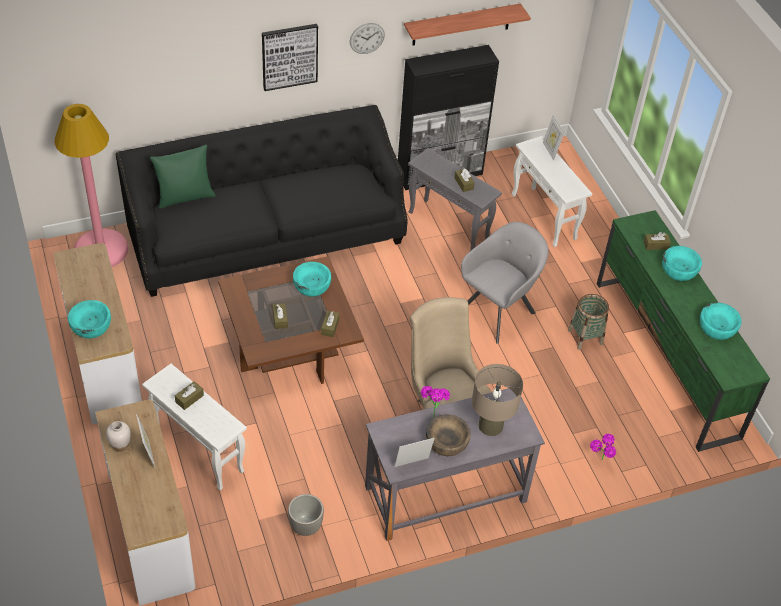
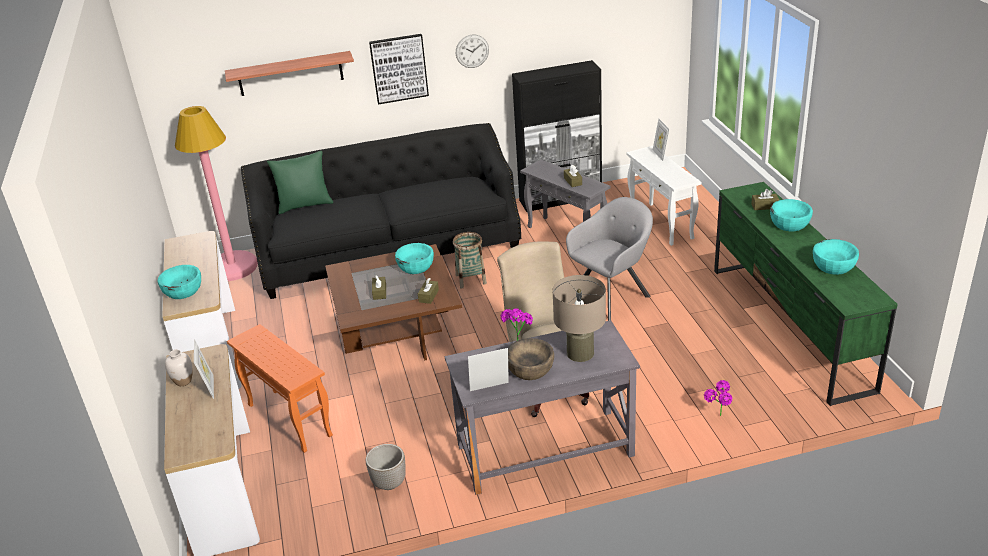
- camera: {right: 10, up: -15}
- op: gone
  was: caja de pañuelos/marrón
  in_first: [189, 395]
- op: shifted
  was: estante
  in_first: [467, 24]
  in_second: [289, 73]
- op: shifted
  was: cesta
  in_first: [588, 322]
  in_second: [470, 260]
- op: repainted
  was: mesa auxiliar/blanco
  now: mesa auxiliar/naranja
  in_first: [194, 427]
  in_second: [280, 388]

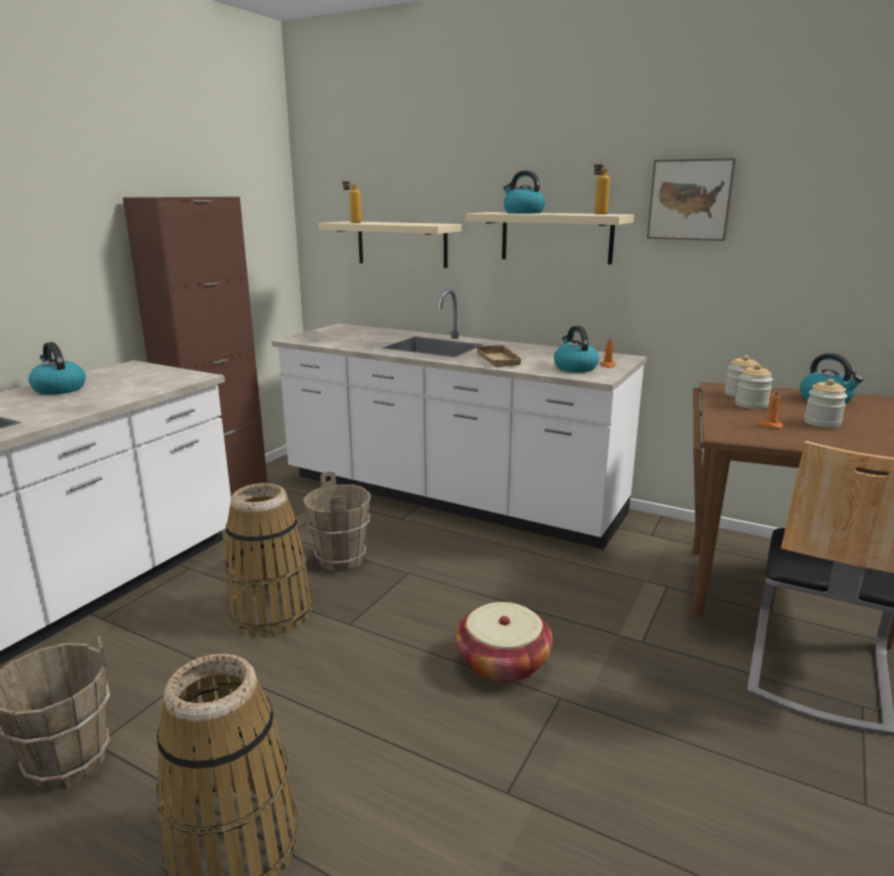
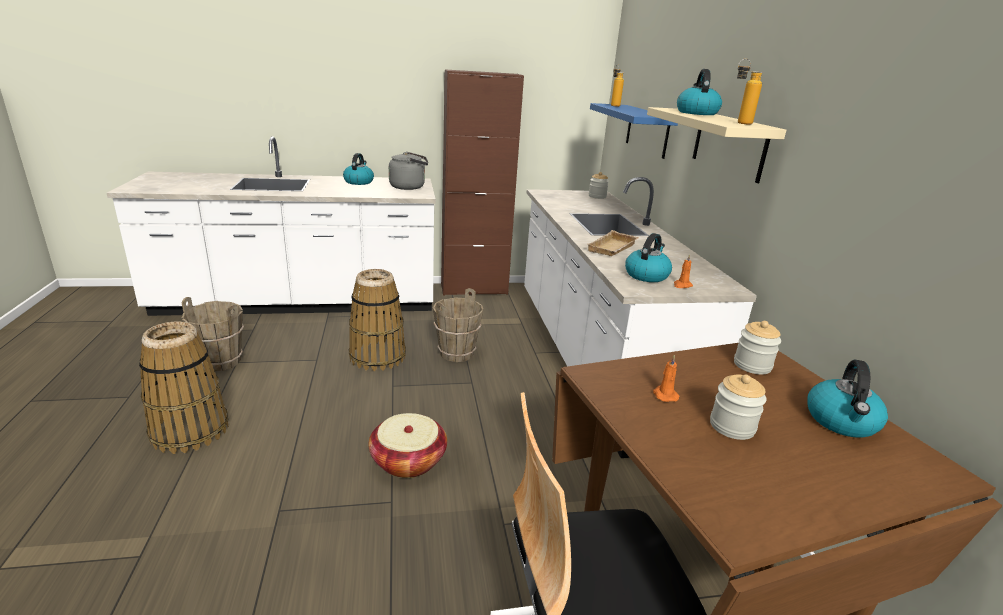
- camera: {right: 50, up: 5}
- op: gone
  was: cuadro
  in_first: [691, 199]
- op: new
  now: hervidor/gris
  in_second: [408, 171]
- op: shifted
  was: tarro
  in_first: [754, 386]
  in_second: [599, 185]
- op: repainted
  was: estante/beis
  now: estante/azul
  in_first: [390, 244]
  in_second: [634, 131]

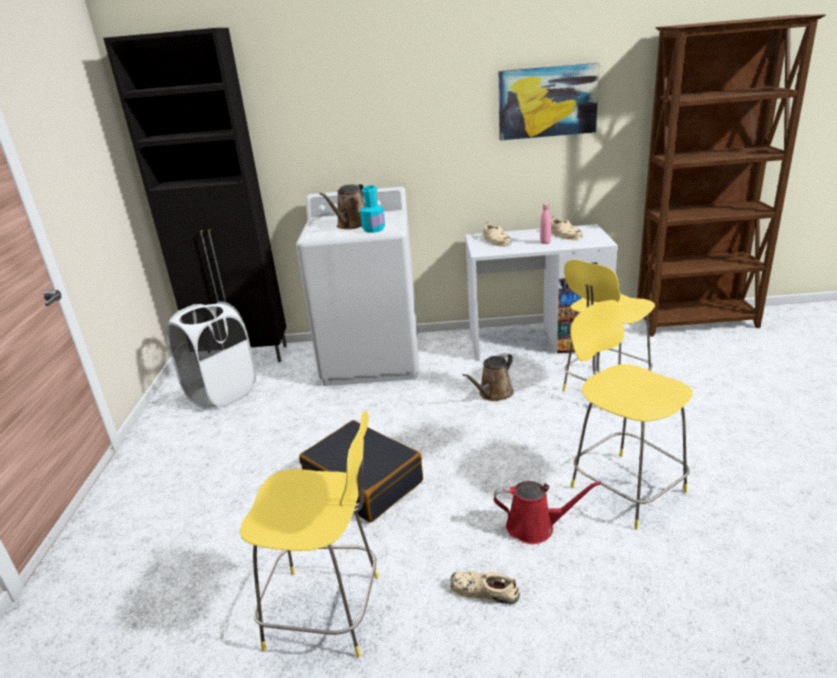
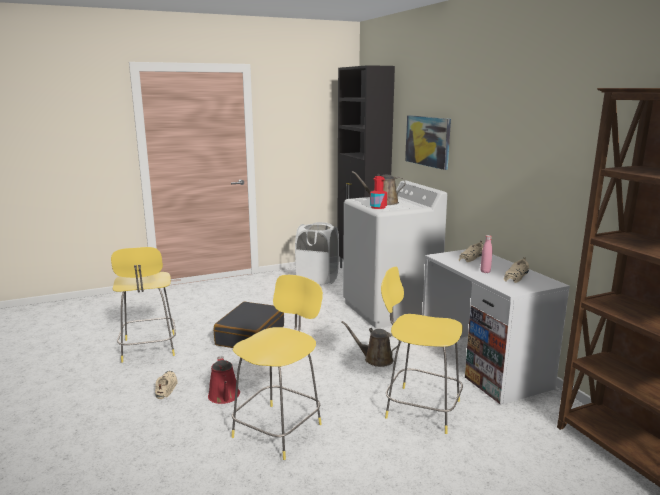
- camera: {right: 65, up: -10}
- op: shifted
  was: cuadro
  in_first: [548, 102]
  in_second: [428, 142]
- op: repainted
  was: botella/turquesa
  now: botella/rojo
  in_first: [372, 209]
  in_second: [378, 192]

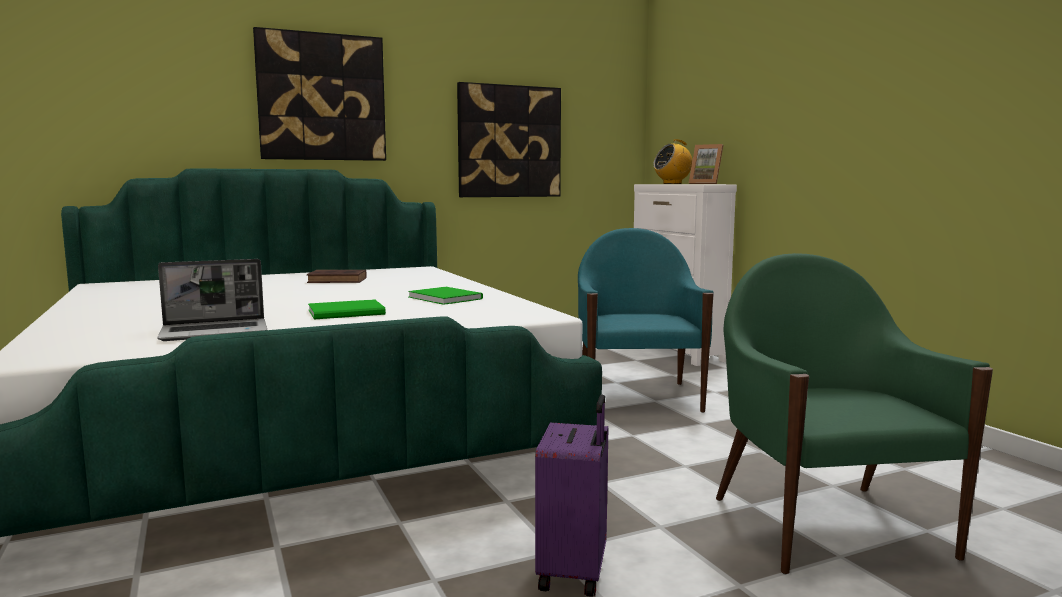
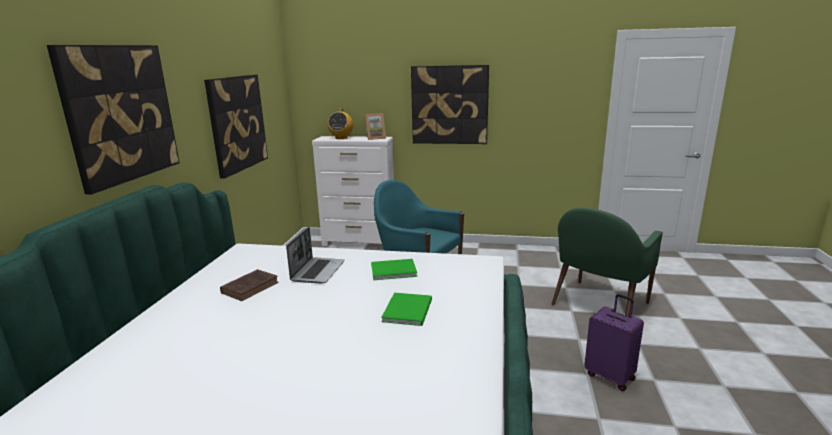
- camera: {right: -55, up: 10}
- op: new
  now: cuadro
  in_second: [450, 104]
- op: shifted
  was: portátil
  in_first: [212, 300]
  in_second: [315, 255]
- op: rotated
  was: sillón/verde
  in_first: [854, 413]
  in_second: [607, 262]
  clockwise: -75

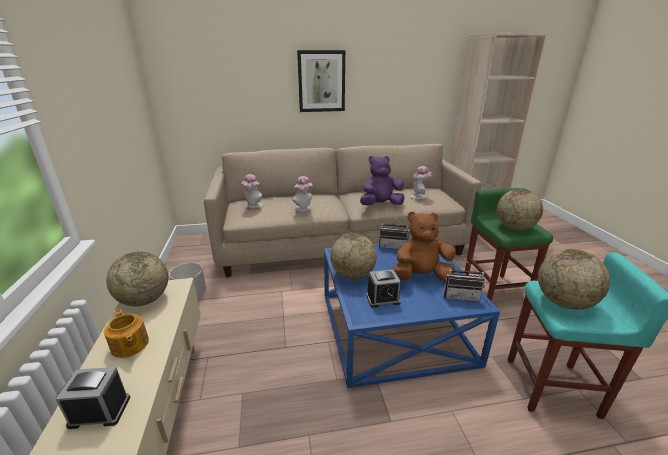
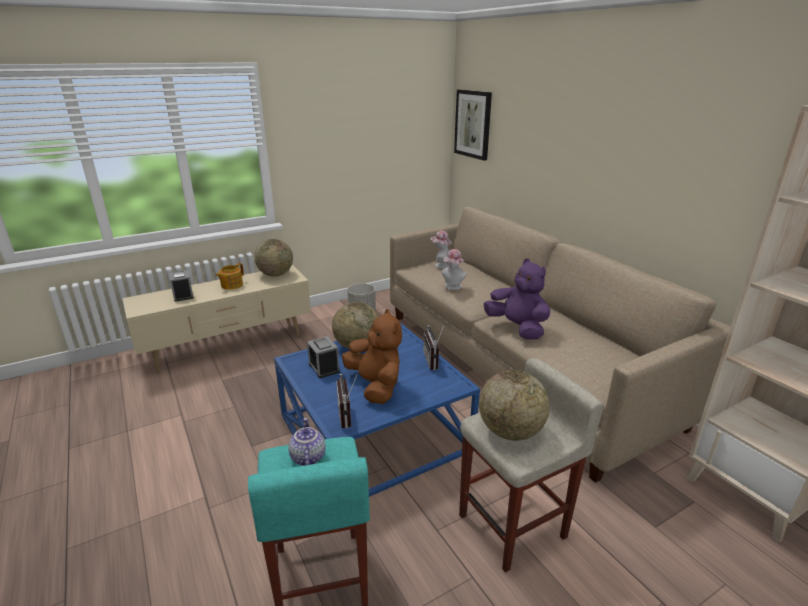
- camera: {right: 70, up: 0}
- op: gone
  was: sombrero
  in_first: [422, 182]
- op: shifted
  was: cuadro
  in_first: [321, 81]
  in_second: [473, 125]
- op: swapped
  was: globo terráqueo
  now: tetera
  in_first: [574, 279]
  in_second: [307, 442]
- op: repainted
  was: taburete/verde
  now: taburete/beis
  in_first: [509, 244]
  in_second: [531, 465]

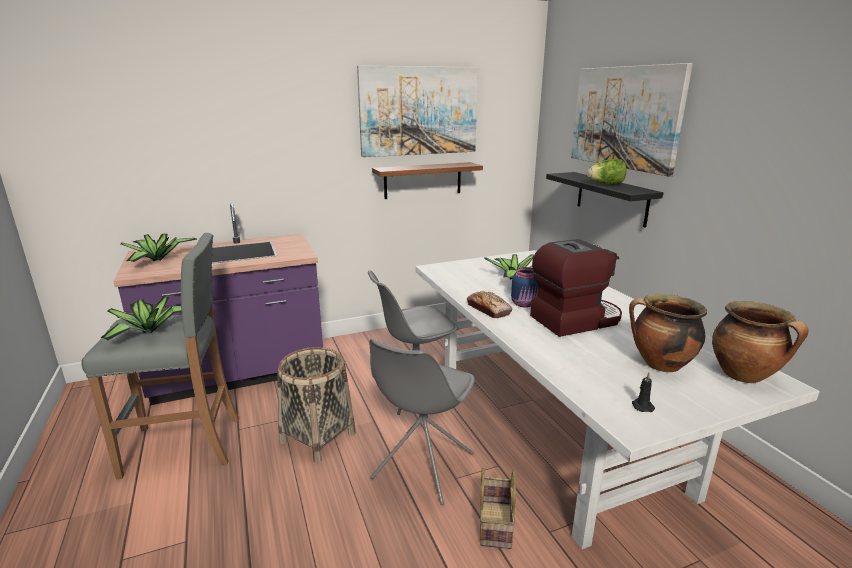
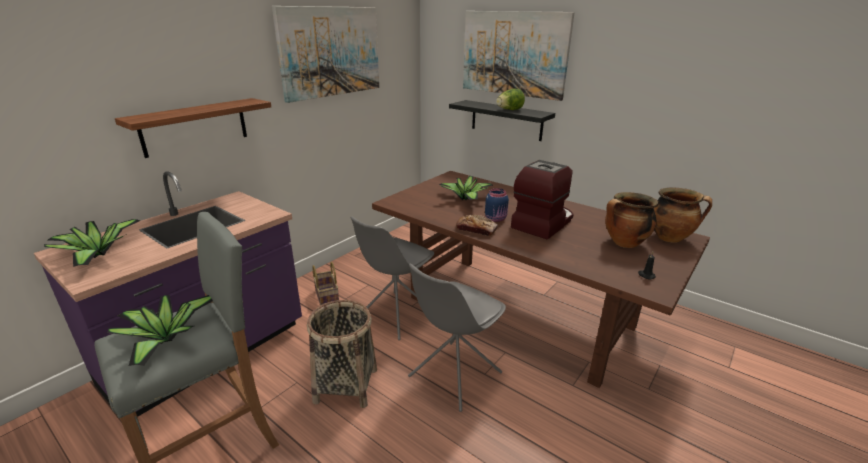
- camera: {right: -30, up: 5}
- op: shifted
  was: estante
  in_first: [427, 180]
  in_second: [193, 128]
- op: shifted
  was: cesta
  in_first: [498, 508]
  in_second: [325, 284]
- op: repainted
  was: mesa de comedor/blanco
  now: mesa de comedor/marrón
  in_first: [617, 399]
  in_second: [541, 279]
- op: rotated
  was: silla/gris
  in_first: [422, 422]
  in_second: [457, 338]
  clockwise: 45

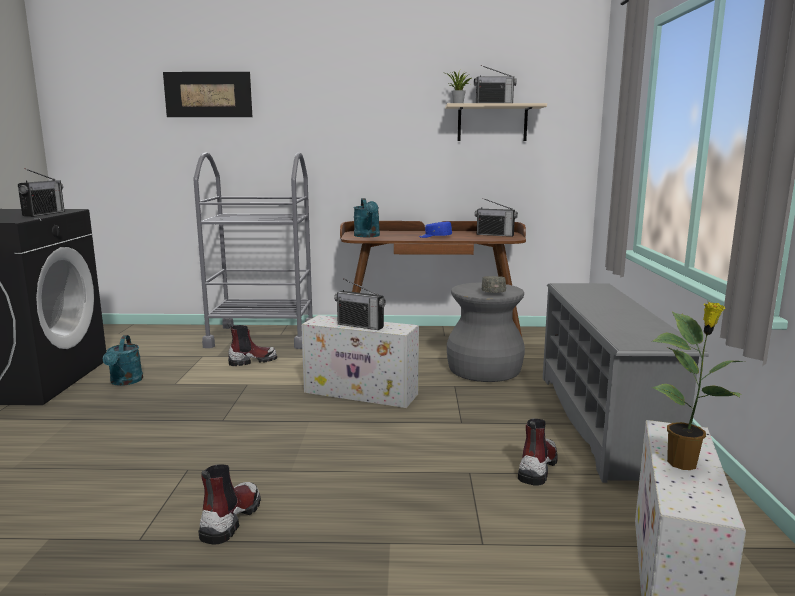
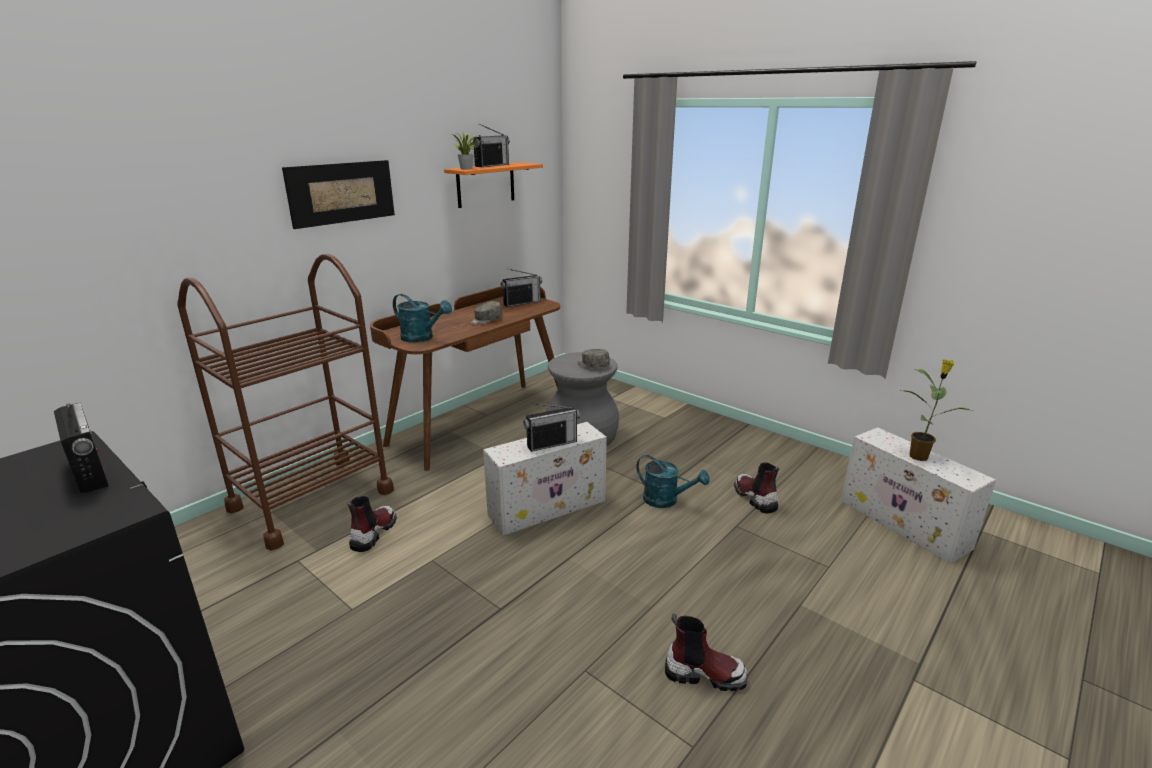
- camera: {right: -50, up: 10}
- op: gone
  was: zapatero/gris
  in_first: [626, 383]
- op: shifted
  was: regadera/turquesa
  in_first: [123, 360]
  in_second: [673, 481]
- op: shifted
  was: cuadro
  in_first: [207, 94]
  in_second: [338, 194]
- op: repainted
  was: carrito/gris
  now: carrito/marrón
  in_first: [253, 250]
  in_second: [285, 402]
- op: repainted
  was: gorra/azul
  now: gorra/gris
  in_first: [435, 230]
  in_second: [486, 313]
- op: repainted
  was: estante/beis
  now: estante/naranja
  in_first: [496, 122]
  in_second: [493, 185]
- op: rotated
  was: bota
  in_first: [229, 504]
  in_second: [706, 652]
  clockwise: 135

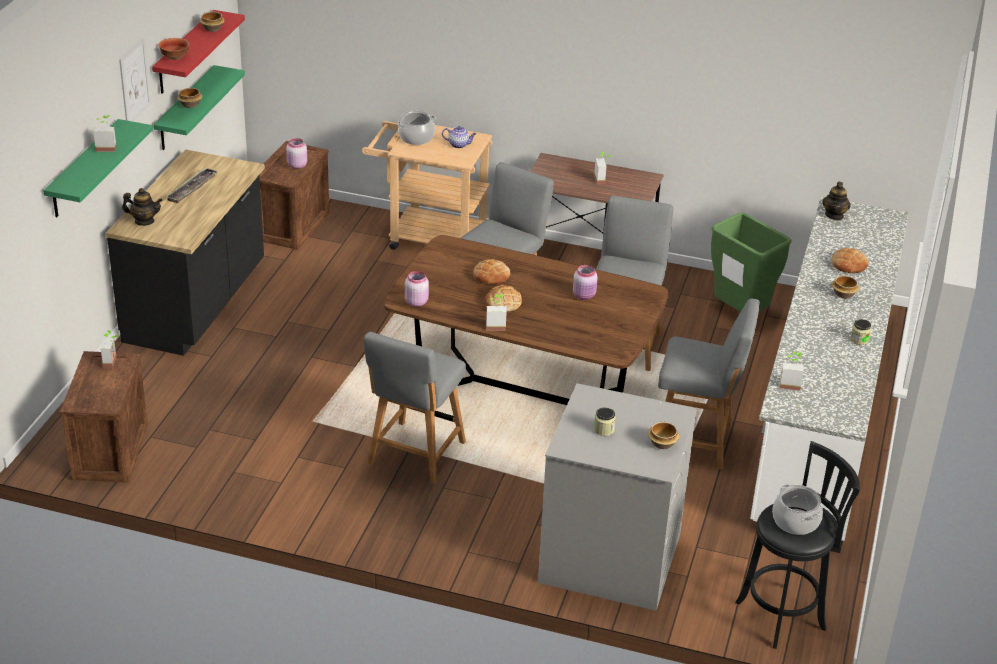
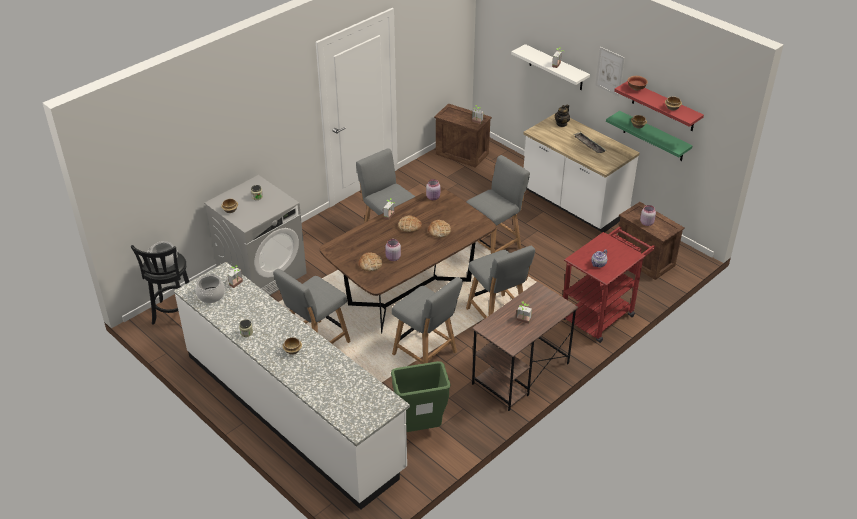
- camera: {right: 120, up: 5}
- op: gone
  was: tetera
  in_first: [836, 201]
- op: new
  now: silla/gris
  in_second: [498, 204]
- op: shifted
  was: olla
  in_first: [416, 128]
  in_second: [210, 288]
- op: shifted
  was: pan
  in_first: [850, 260]
  in_second: [370, 261]
- op: repainted
  was: estante/verde
  now: estante/blanco
  in_first: [98, 168]
  in_second: [550, 67]
- op: repainted
  was: mueble bajo de cocina/negro
  now: mueble bajo de cocina/blanco
  in_first: [185, 252]
  in_second: [581, 173]
- op: repainted
  was: carrito/beis
  now: carrito/rojo
  in_first: [427, 185]
  in_second: [609, 284]

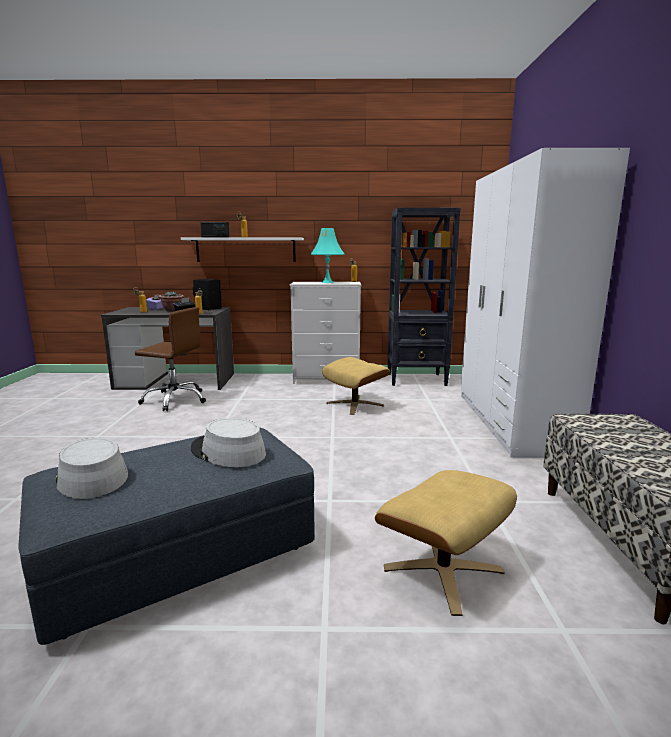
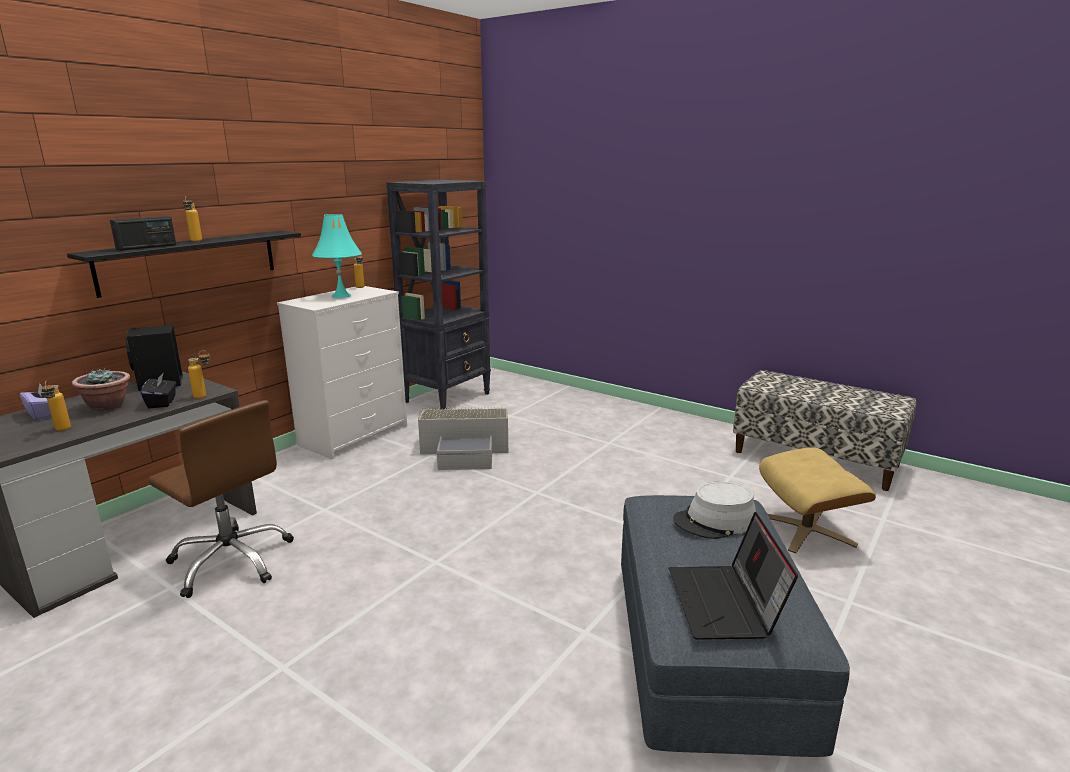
- camera: {right: -55, up: 5}
- op: gone
  was: armario ropero/blanco
  in_first: [545, 303]
- op: swapped
  was: sombrero/gris
  now: portátil
  in_first: [92, 468]
  in_second: [733, 576]
- op: swapped
  was: puf/beis
  now: caja de almacenaje/gris
  in_first: [356, 386]
  in_second: [463, 438]
- op: repainted
  was: estante/blanco
  now: estante/negro
  in_first: [242, 250]
  in_second: [184, 264]
- op: rotated
  was: silla de oficina/marrón
  in_first: [170, 359]
  in_second: [221, 499]
  clockwise: 75

